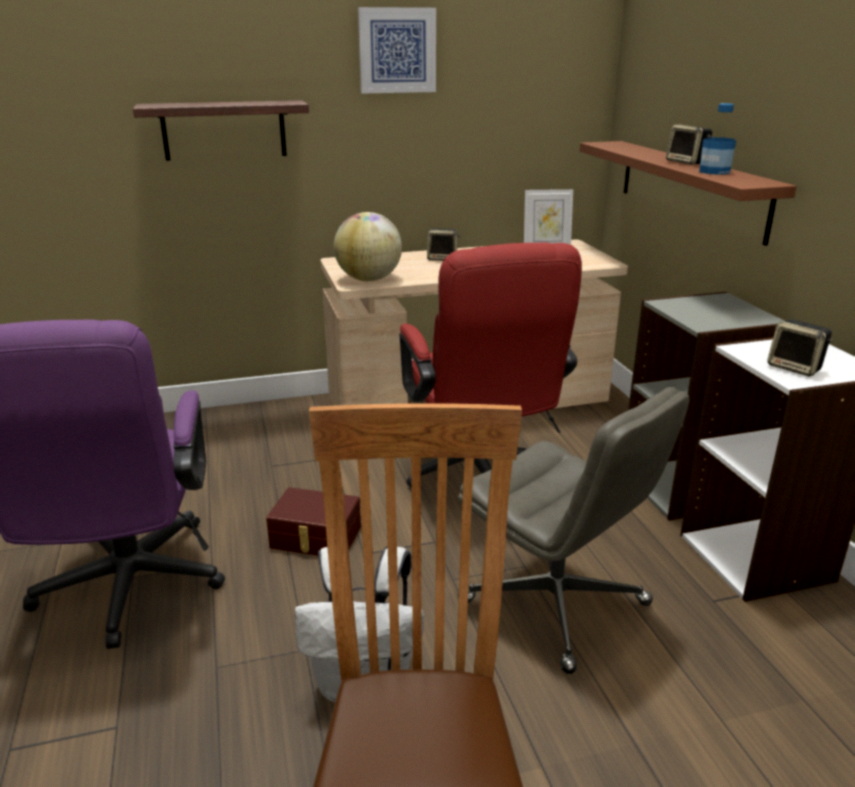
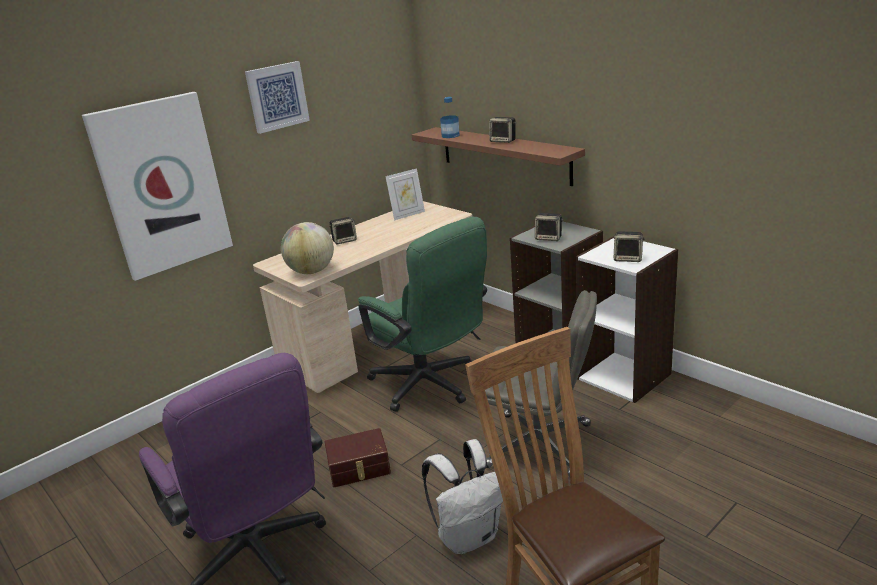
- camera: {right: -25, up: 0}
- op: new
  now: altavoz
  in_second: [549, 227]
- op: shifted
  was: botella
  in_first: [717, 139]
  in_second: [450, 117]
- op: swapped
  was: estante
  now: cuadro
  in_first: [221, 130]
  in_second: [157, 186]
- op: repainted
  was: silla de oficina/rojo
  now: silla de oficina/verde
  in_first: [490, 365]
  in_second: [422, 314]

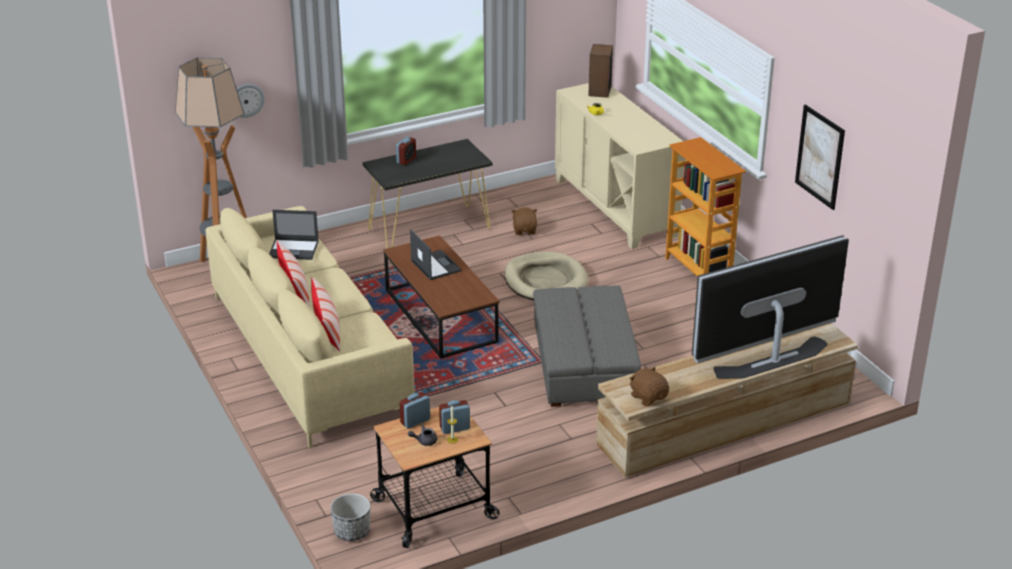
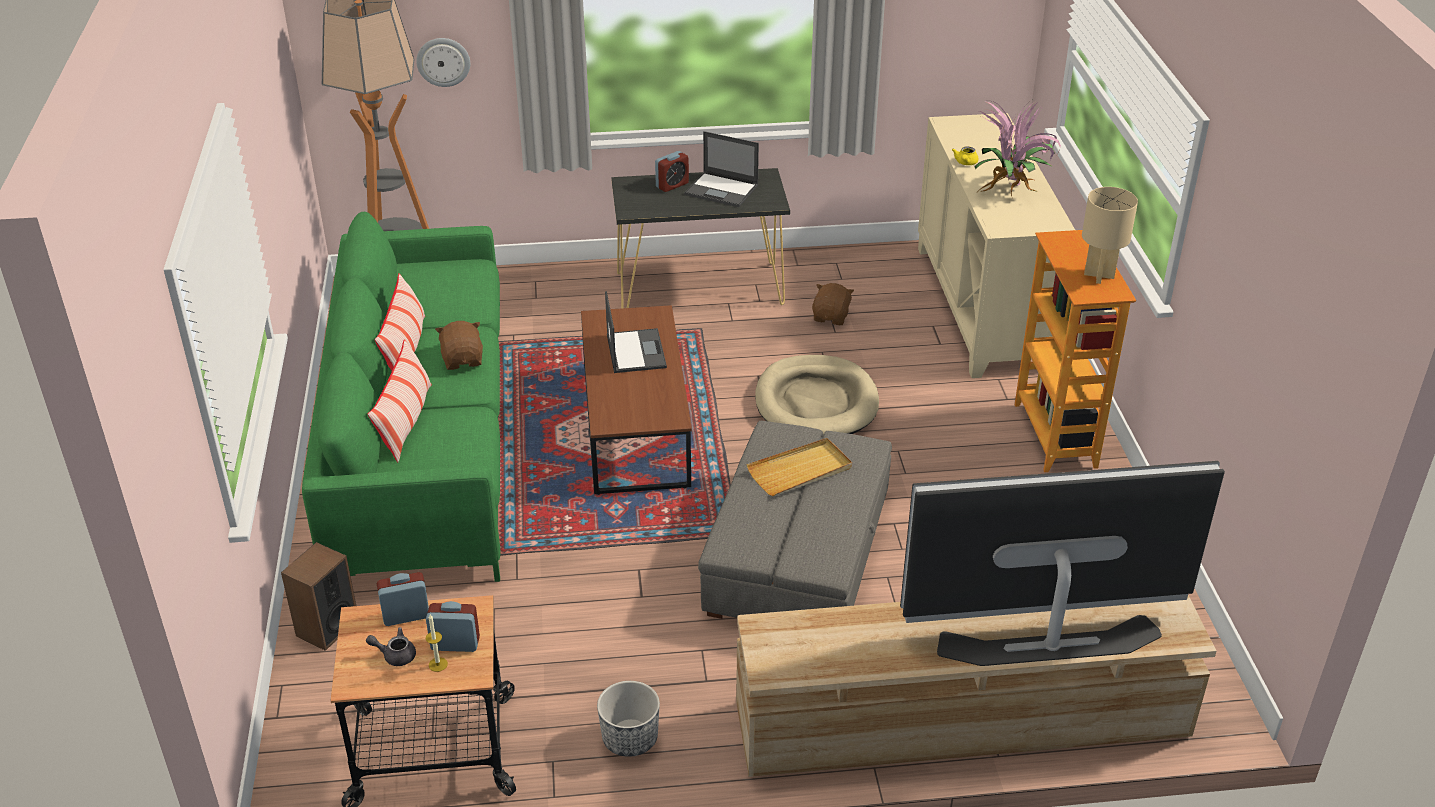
- camera: {right: 20, up: 5}
- op: gone
  was: cuadro
  in_first: [820, 157]
- op: new
  now: bandeja/beis
  in_second: [799, 467]
- op: new
  now: planta en maceta
  in_second: [1018, 148]
- op: new
  now: lámpara de mesa/beis
  in_second: [1110, 235]
- op: shifted
  was: portátil
  in_first: [294, 235]
  in_second: [721, 169]
- op: shifted
  was: maceta
  in_first: [350, 517]
  in_second: [628, 719]
- op: shifted
  was: altavoz
  in_first: [600, 71]
  in_second: [318, 596]
- op: shifted
  was: peluche/marrón
  in_first: [649, 386]
  in_second: [459, 345]
- op: repainted
  was: sofá/beis
  now: sofá/verde
  in_first: [310, 327]
  in_second: [401, 397]

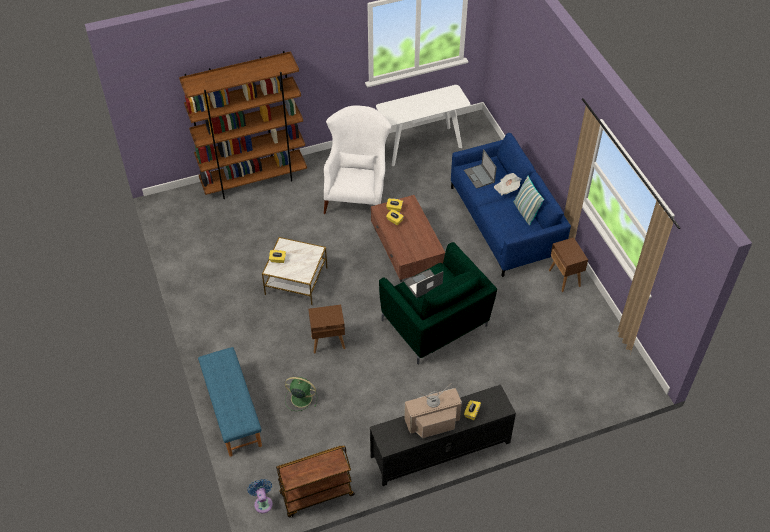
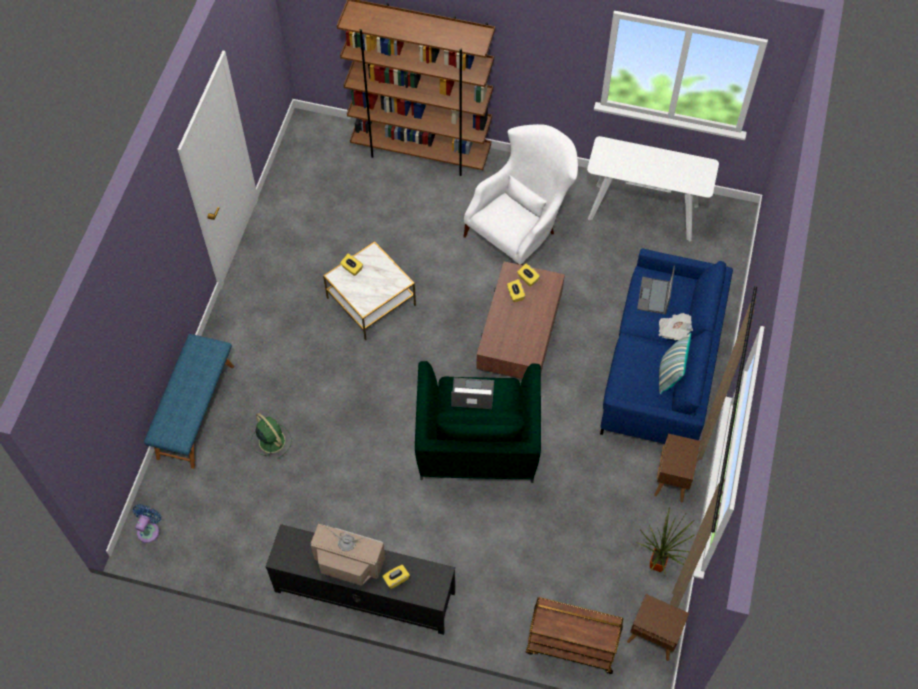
- camera: {right: 35, up: 10}
- op: new
  now: planta en maceta
  in_second: [665, 541]
- op: shifted
  was: carrito/marrón
  in_first: [315, 481]
  in_second: [574, 635]
- op: shifted
  was: mesa auxiliar/marrón
  in_first: [326, 329]
  in_second: [658, 627]

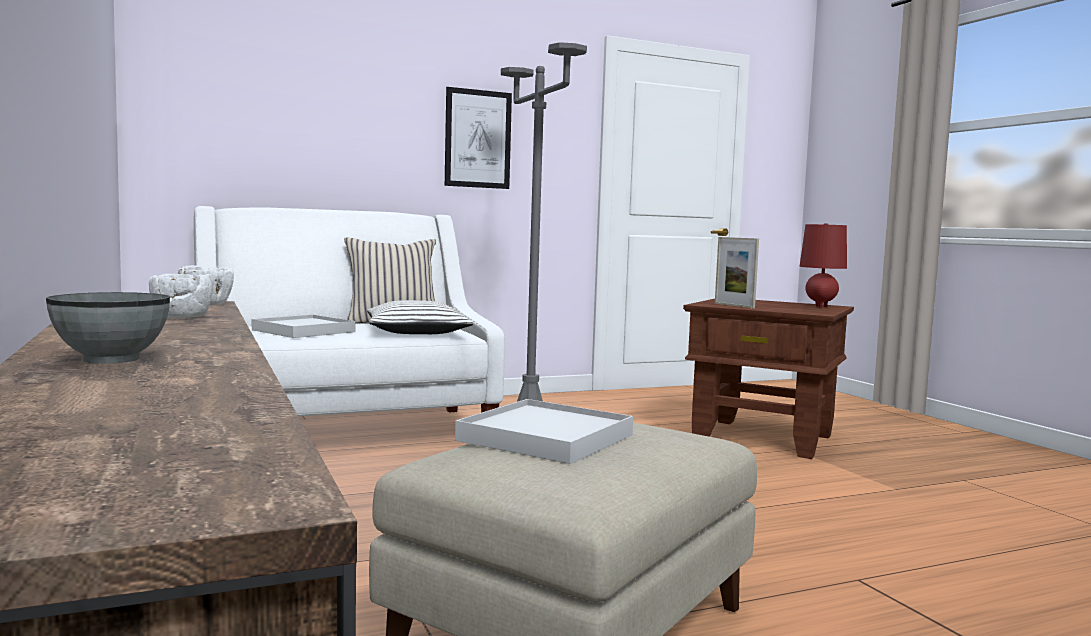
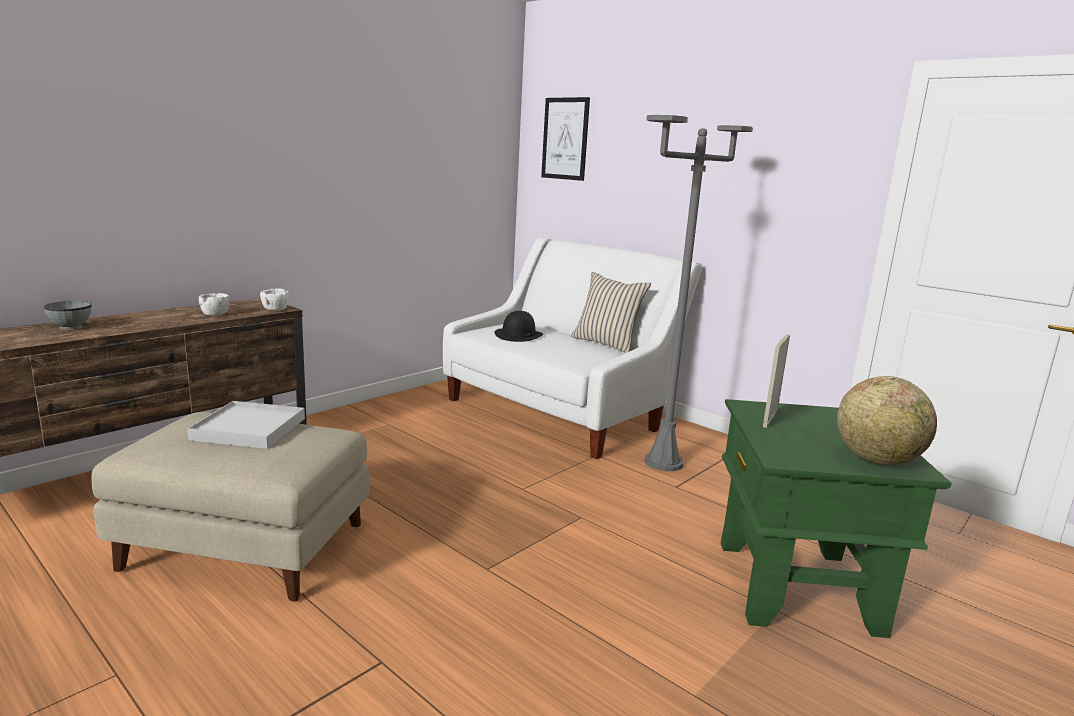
- camera: {right: 65, up: 10}
- op: gone
  was: cojín/blanco
  in_first: [420, 317]
- op: shifted
  was: cuadro
  in_first: [478, 138]
  in_second: [565, 139]
- op: swapped
  was: bandeja/blanco
  now: sombrero/negro
  in_first: [304, 326]
  in_second: [519, 326]
- op: swapped
  was: lámpara de mesa/rojo
  now: globo terráqueo
  in_first: [823, 266]
  in_second: [887, 420]
- op: repainted
  was: mesa auxiliar/marrón
  now: mesa auxiliar/verde
  in_first: [768, 379]
  in_second: [836, 518]

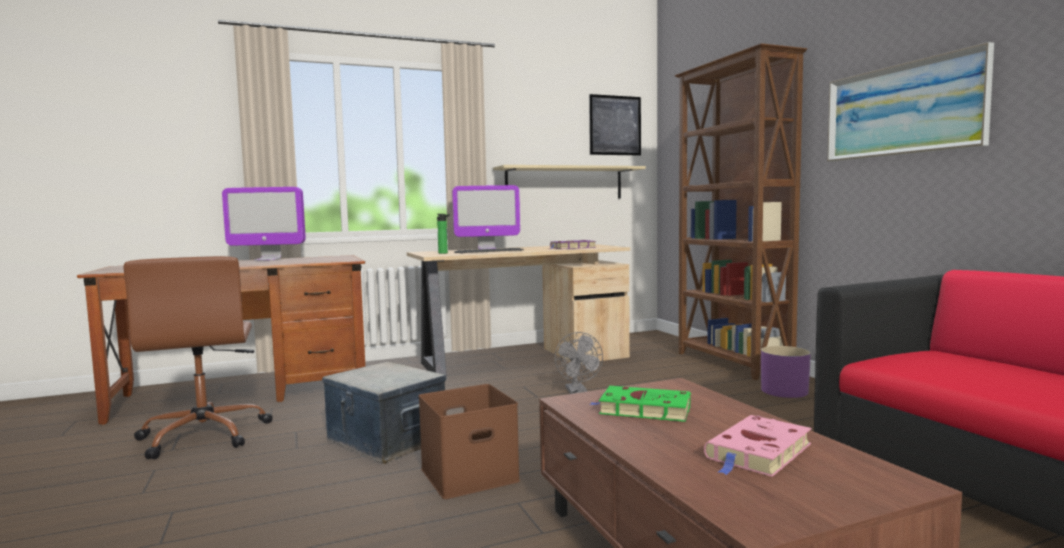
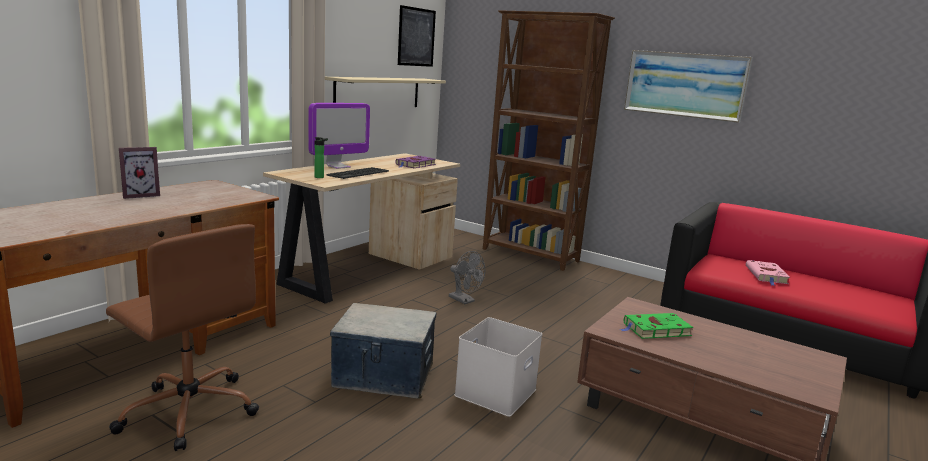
- camera: {right: -35, up: 10}
- op: gone
  was: maceta/morado
  in_first: [786, 372]
- op: shifted
  was: libro/rosa
  in_first: [757, 446]
  in_second: [768, 273]
- op: swapped
  was: monitor
  now: portarretratos
  in_first: [264, 224]
  in_second: [139, 173]
- op: repainted
  was: caja de almacenaje/marrón
  now: caja de almacenaje/blanco
  in_first: [469, 441]
  in_second: [498, 367]

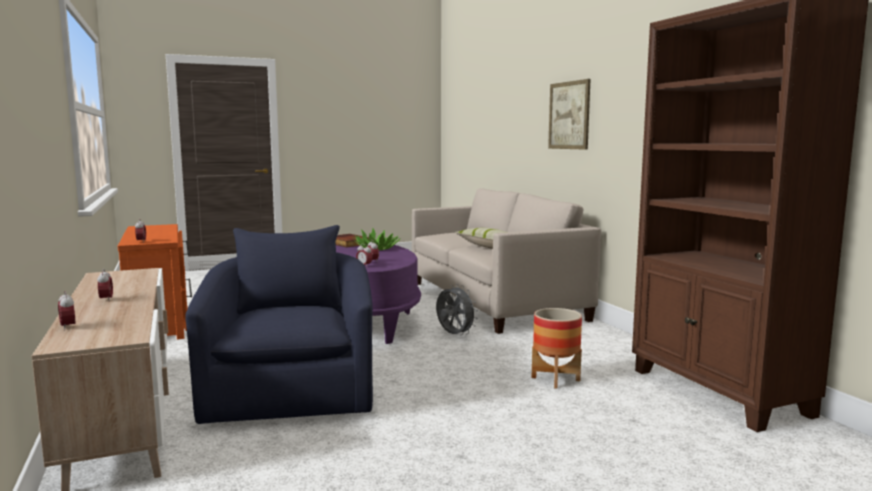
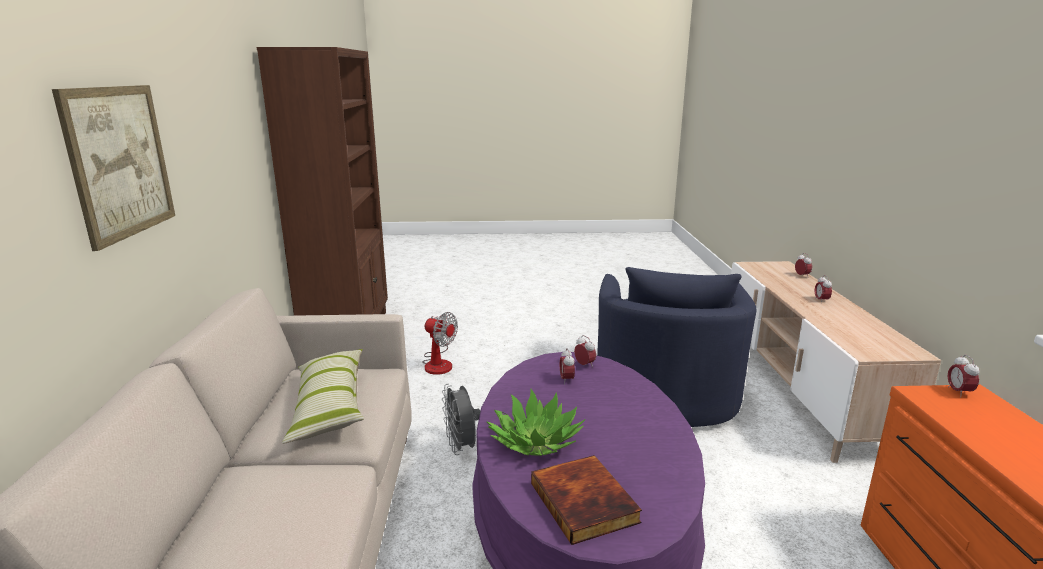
- camera: {right: -160, up: 10}
- op: swapped
  was: maceta
  now: ventilador
  in_first: [557, 348]
  in_second: [440, 343]

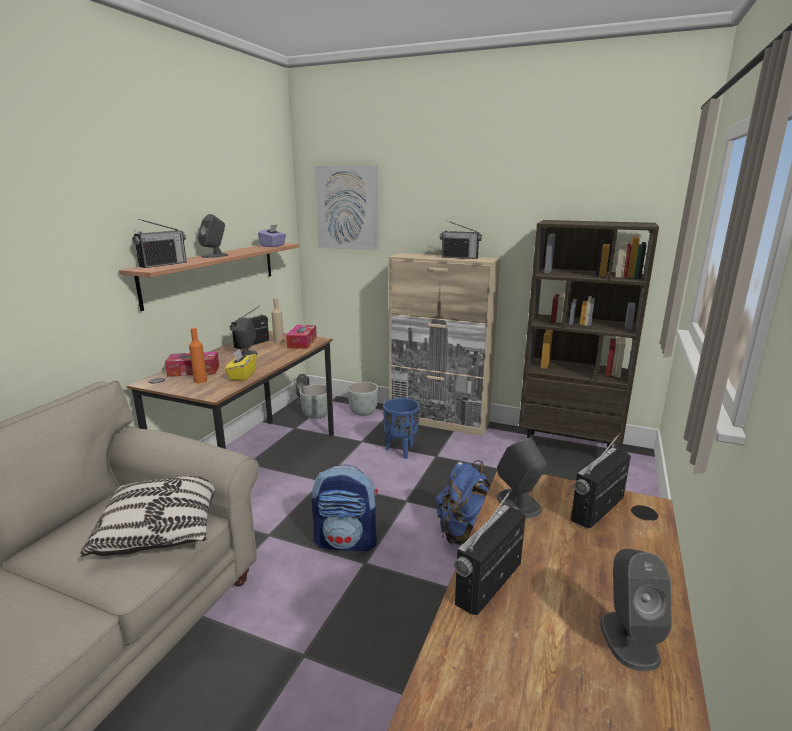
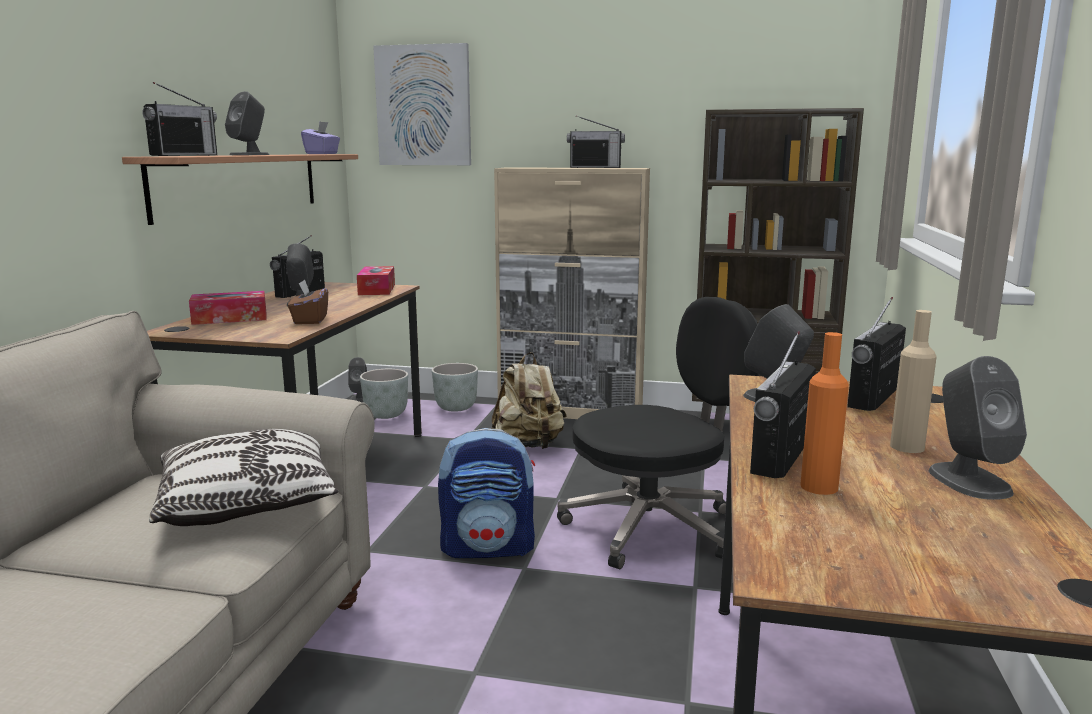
- camera: {right: -10, up: -5}
- op: shifted
  was: botella/naranja
  in_first: [198, 355]
  in_second: [824, 413]
- op: shifted
  was: botella/beis
  in_first: [277, 320]
  in_second: [913, 381]
- op: swapped
  was: maceta/azul
  now: mochila/beis
  in_first: [401, 428]
  in_second: [529, 400]
- op: swapped
  was: mochila/azul
  now: silla de oficina/negro
  in_first: [463, 502]
  in_second: [658, 433]
- op: repainted
  was: caja de pañuelos/amarillo
  now: caja de pañuelos/marrón
  in_first: [240, 365]
  in_second: [308, 301]

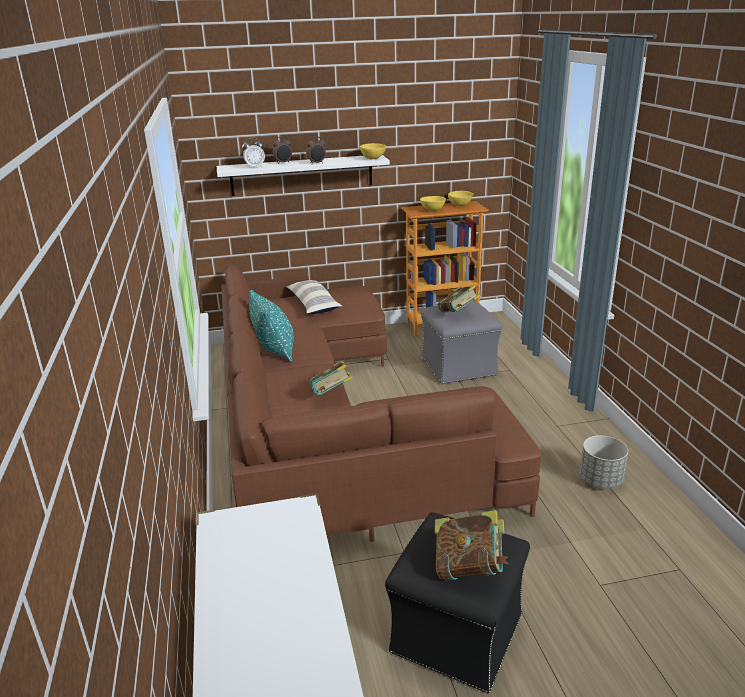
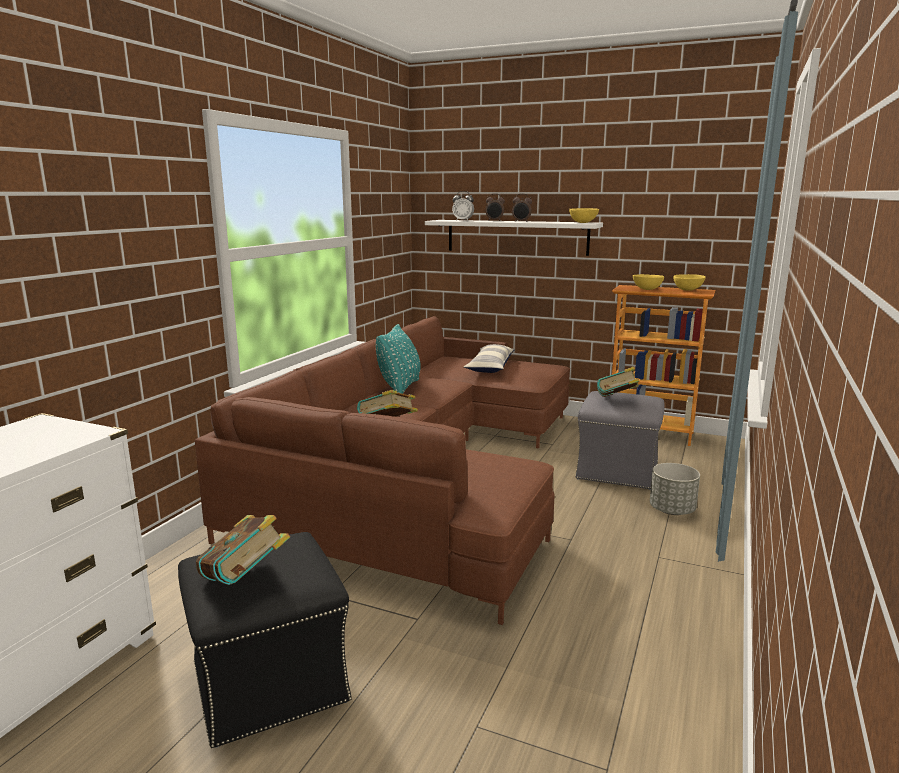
- camera: {right: 35, up: -10}
- op: shifted
  was: maceta/gris
  in_first: [604, 461]
  in_second: [675, 489]

